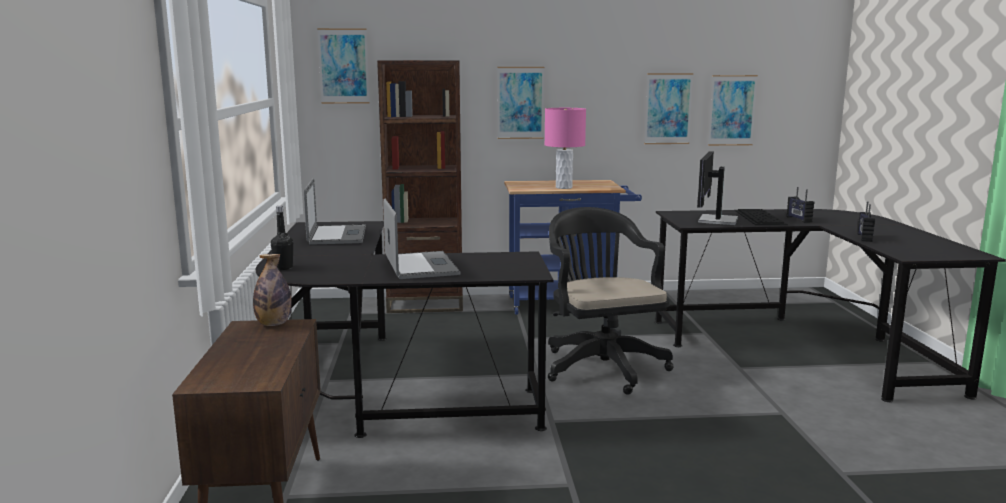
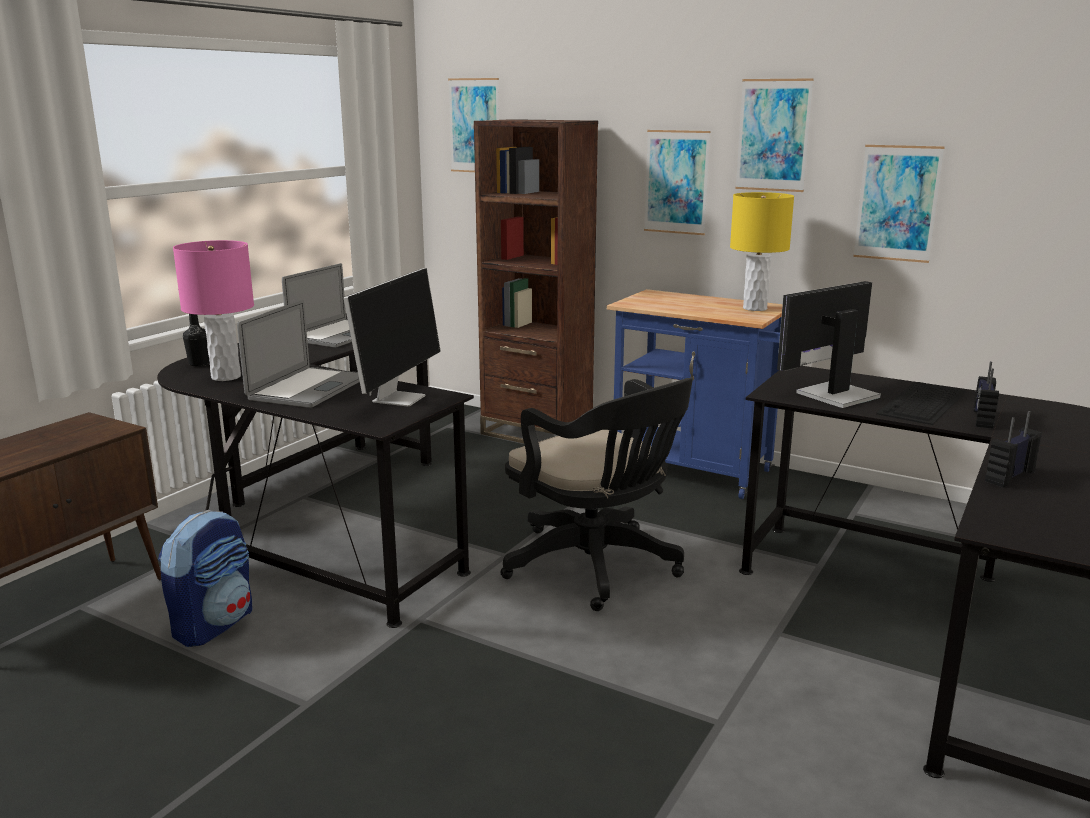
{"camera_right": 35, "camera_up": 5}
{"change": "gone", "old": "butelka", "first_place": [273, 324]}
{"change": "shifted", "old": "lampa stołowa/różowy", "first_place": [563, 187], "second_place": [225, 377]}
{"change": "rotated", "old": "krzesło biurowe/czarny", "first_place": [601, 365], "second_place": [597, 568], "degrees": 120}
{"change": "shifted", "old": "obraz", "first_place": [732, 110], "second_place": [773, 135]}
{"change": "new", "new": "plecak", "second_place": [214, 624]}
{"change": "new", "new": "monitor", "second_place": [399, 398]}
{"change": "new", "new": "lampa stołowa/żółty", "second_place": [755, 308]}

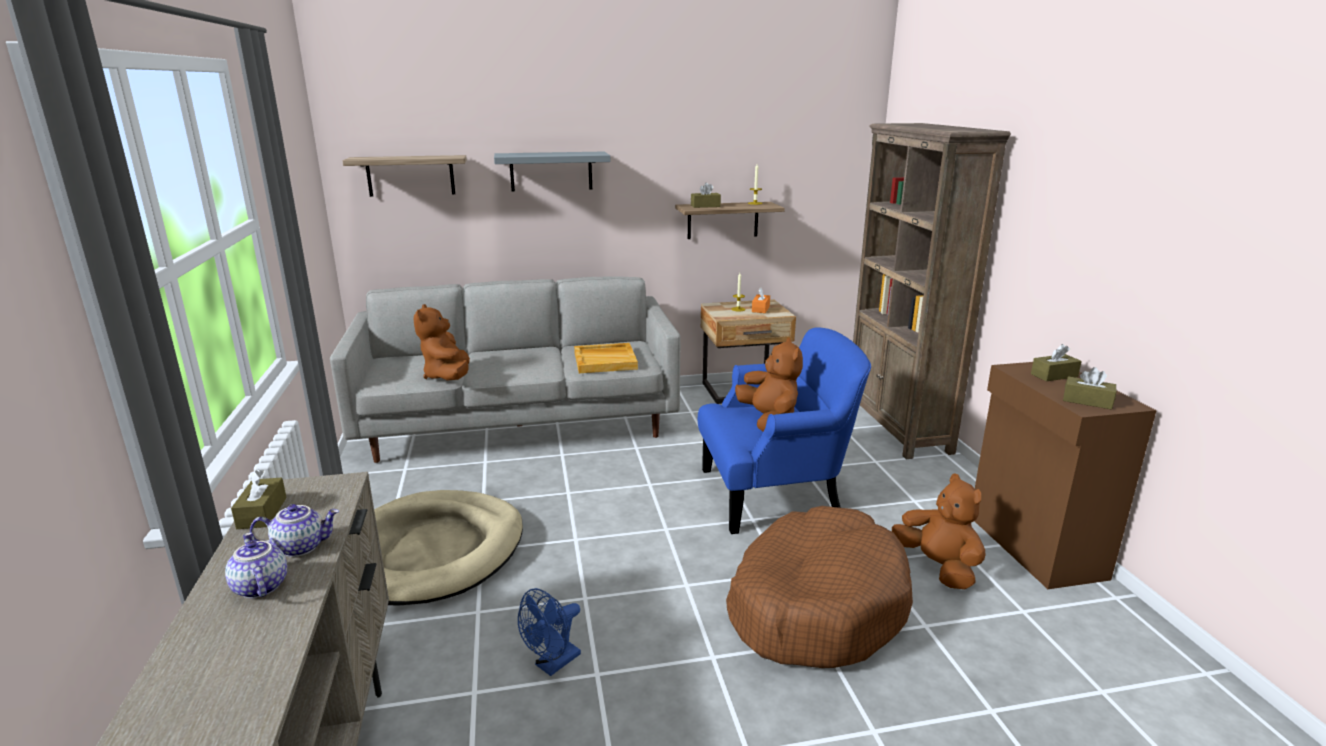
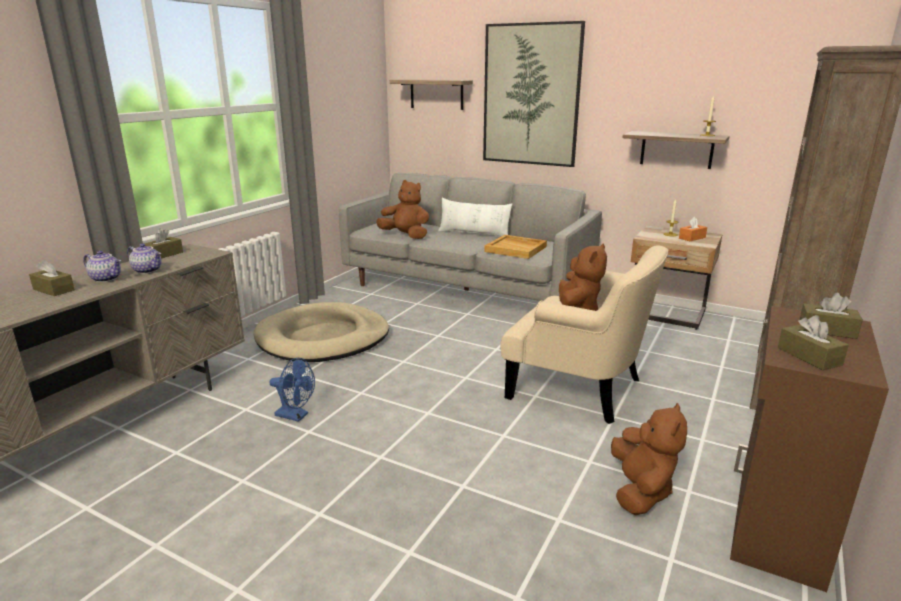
{"camera_right": 40, "camera_up": 0}
{"change": "rotated", "old": "imbryk", "first_place": [259, 587], "second_place": [107, 279], "degrees": 105}
{"change": "rotated", "old": "pluszak/brązowy", "first_place": [448, 377], "second_place": [406, 236], "degrees": 90}
{"change": "swapped", "old": "półka/szary", "new": "obraz", "first_place": [551, 171], "second_place": [531, 95]}
{"change": "rotated", "old": "wentylator/niebieski", "first_place": [553, 664], "second_place": [296, 416], "degrees": -150}
{"change": "shifted", "old": "pudełko chusteczek/brązowy", "first_place": [705, 206], "second_place": [53, 290]}
{"change": "repainted", "old": "fotel/niebieski", "new": "fotel/beżowy", "first_place": [774, 494], "second_place": [579, 387]}
{"change": "gone", "old": "legowisko/brązowy", "first_place": [816, 605]}
{"change": "new", "new": "poduszka/biały", "second_place": [474, 234]}

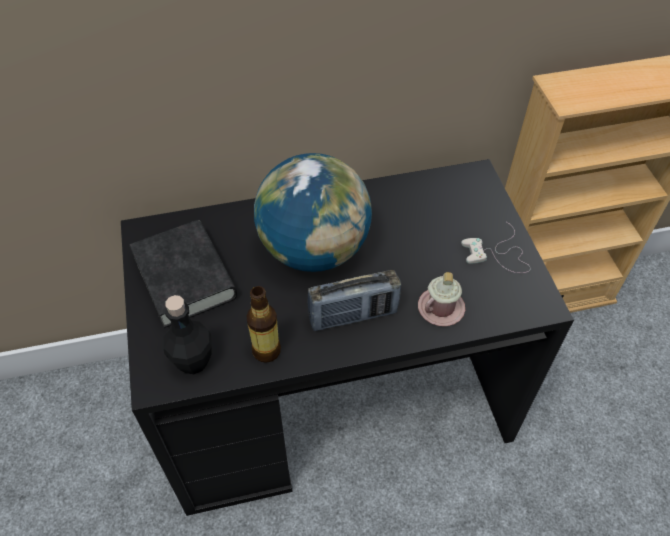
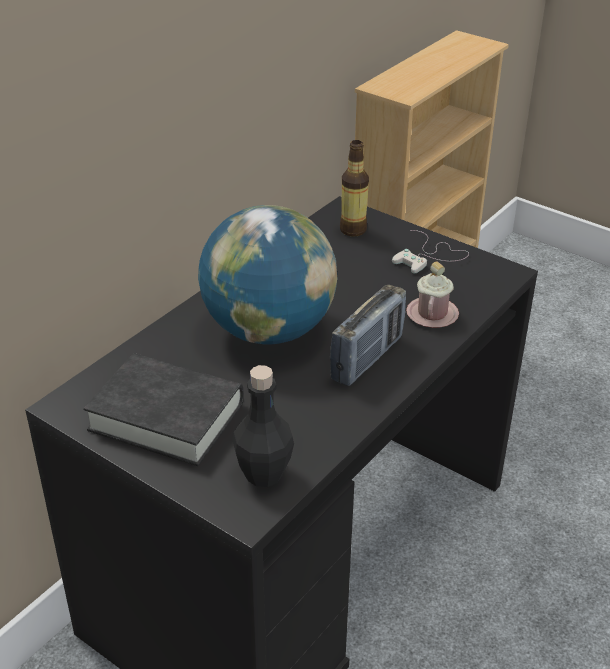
{"camera_right": -40, "camera_up": -15}
{"change": "shifted", "old": "butelka", "first_place": [266, 350], "second_place": [353, 230]}

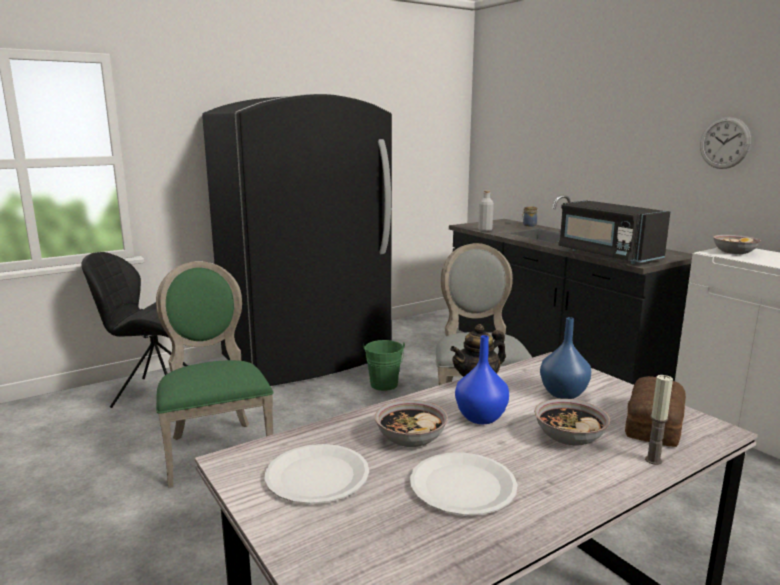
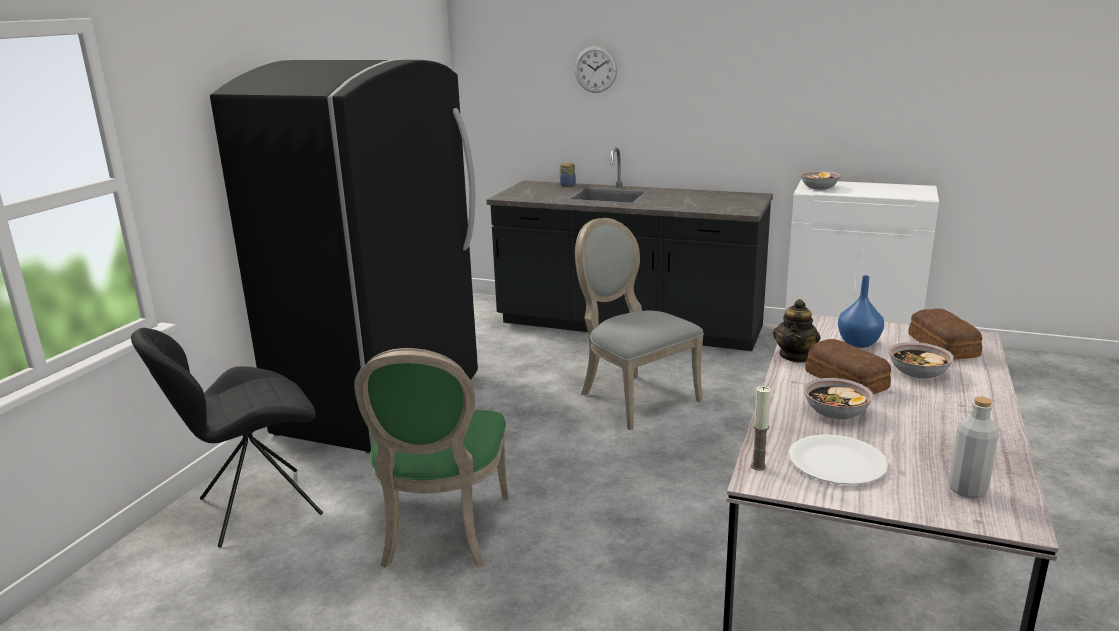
{"camera_right": -35, "camera_up": 5}
{"change": "rotated", "old": "krzesło/zielony", "first_place": [216, 449], "second_place": [441, 533], "degrees": -120}
{"change": "gone", "old": "wiadro/zielony", "first_place": [384, 386]}
{"change": "gone", "old": "talerz/biały", "first_place": [462, 486]}
{"change": "swapped", "old": "wazon/niebieski", "new": "chleb", "first_place": [481, 417], "second_place": [846, 379]}
{"change": "shifted", "old": "butelka/szary", "first_place": [485, 230], "second_place": [967, 490]}
{"change": "gone", "old": "mikrofalówka/czarny", "first_place": [606, 255]}
{"change": "shifted", "old": "świeca", "first_place": [653, 460], "second_place": [758, 466]}
{"change": "shifted", "old": "zegar ścienny", "first_place": [724, 143], "second_place": [595, 69]}

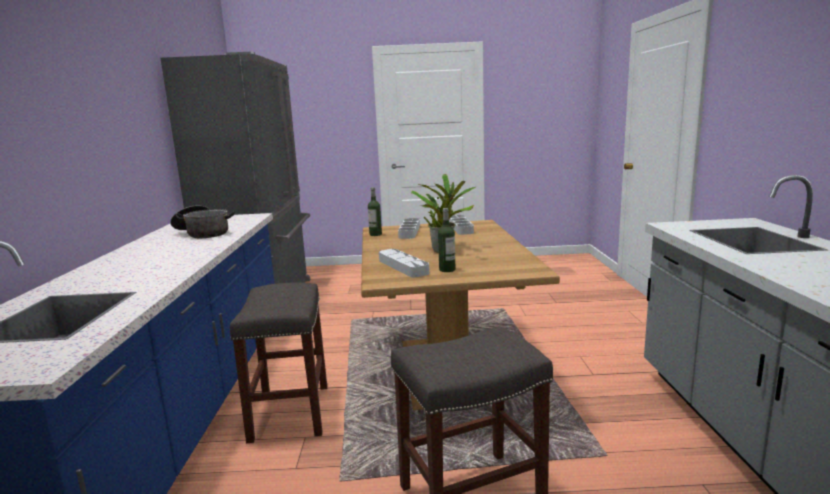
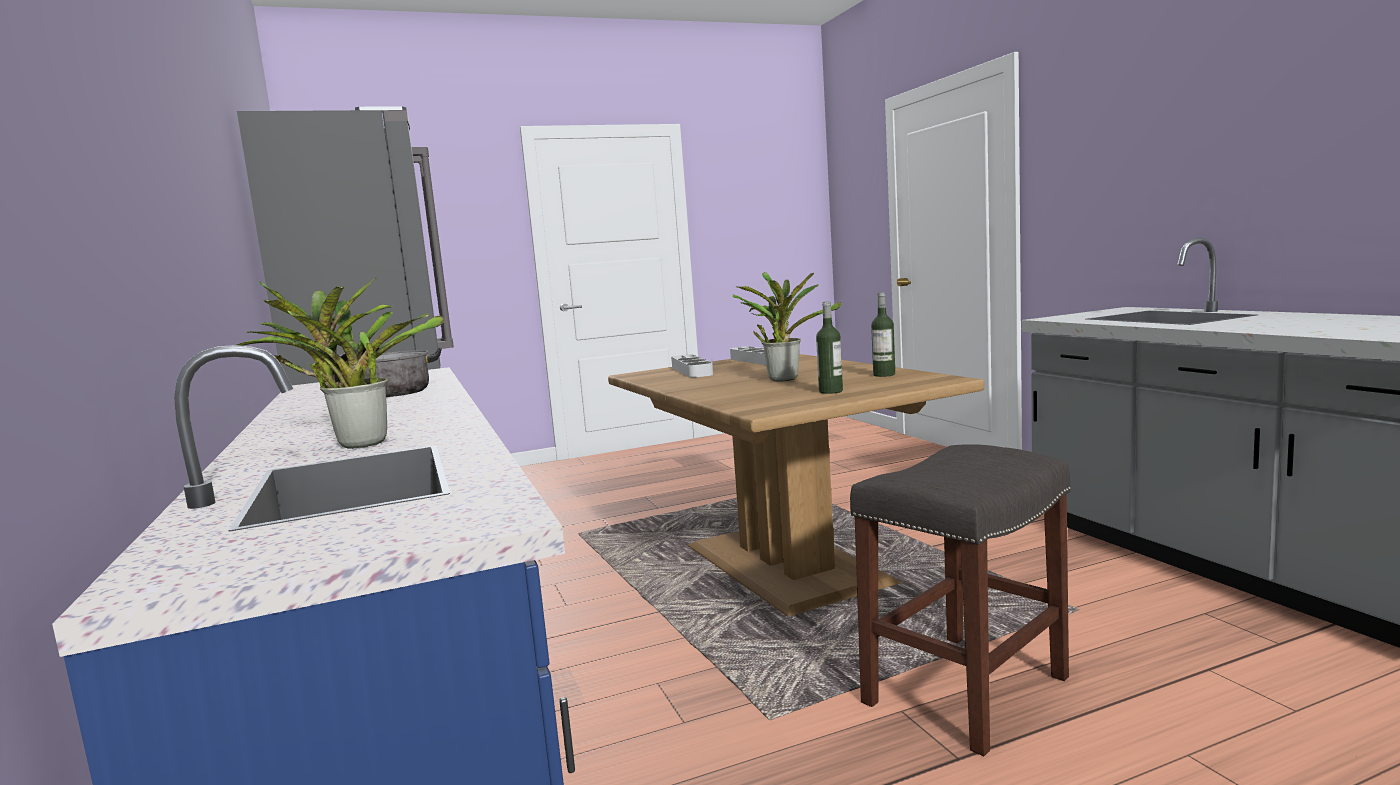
{"camera_right": -20, "camera_up": -5}
{"change": "gone", "old": "stołek/szary", "first_place": [289, 411]}
{"change": "shifted", "old": "butelka", "first_place": [375, 234], "second_place": [884, 375]}
{"change": "gone", "old": "taca/szary", "first_place": [403, 267]}
{"change": "new", "new": "roślina doniczkowa", "second_place": [356, 444]}

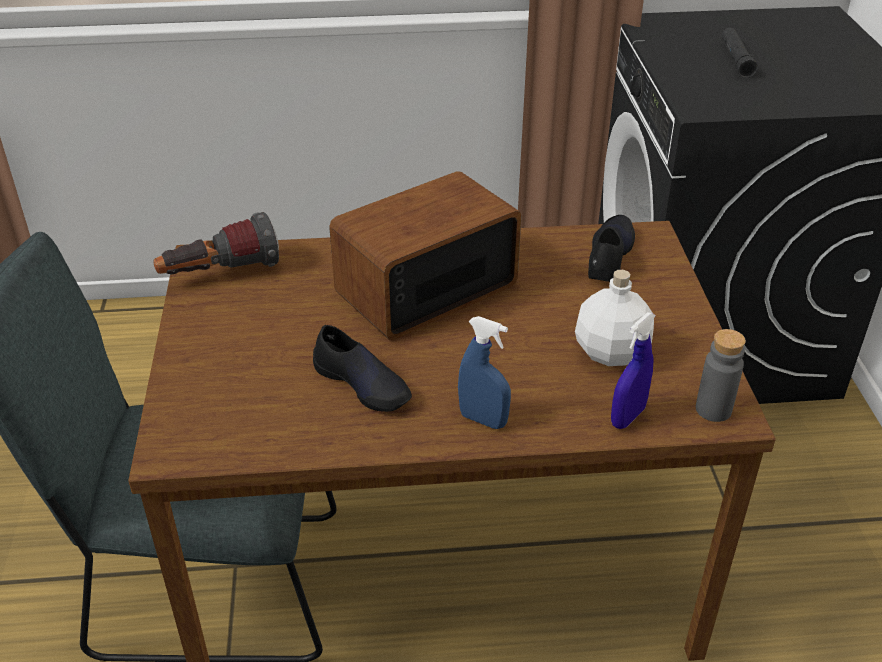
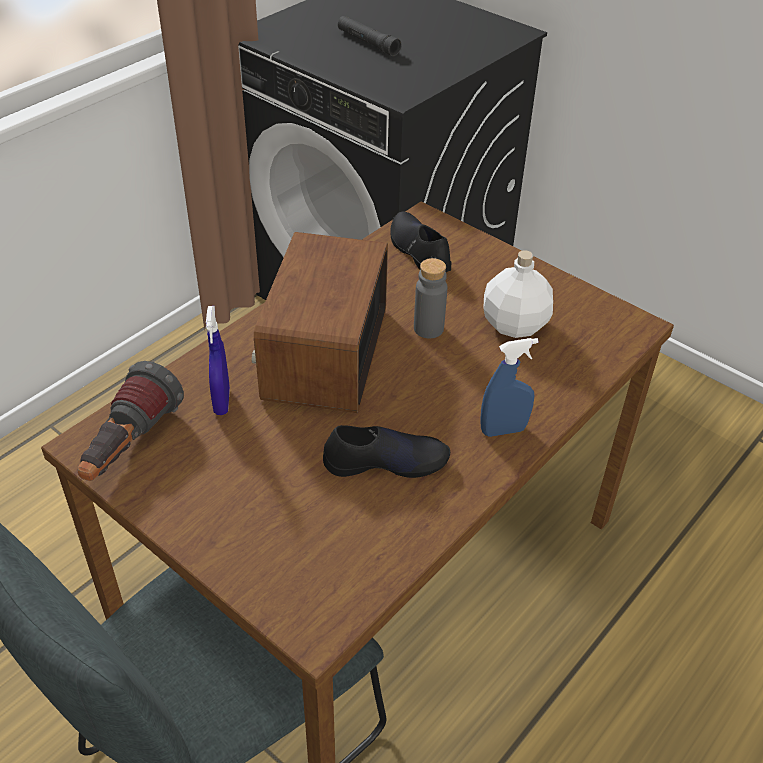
{"camera_right": -45, "camera_up": 5}
{"change": "shifted", "old": "spryskiwacz/niebieski", "first_place": [627, 417], "second_place": [222, 401]}
{"change": "shifted", "old": "butelka/szary", "first_place": [713, 409], "second_place": [428, 328]}

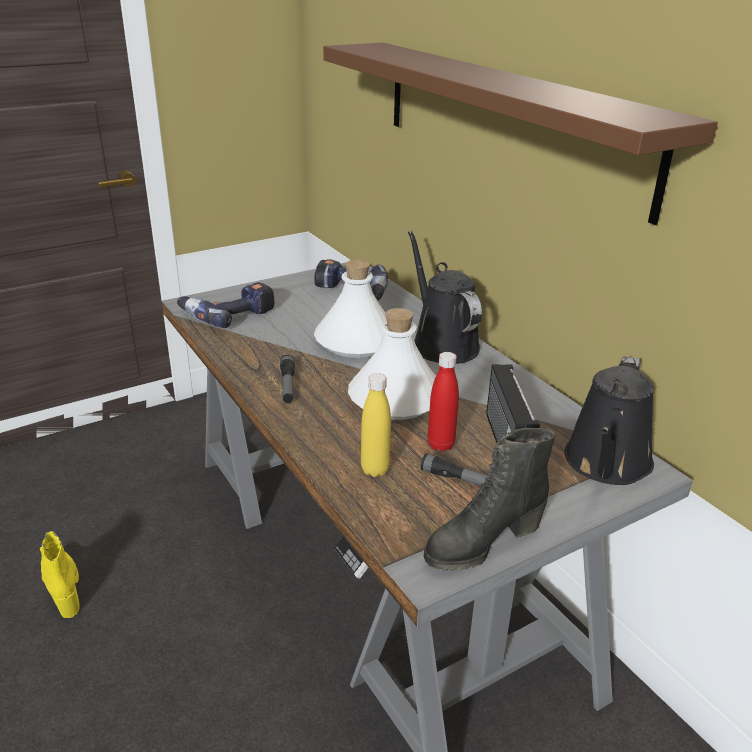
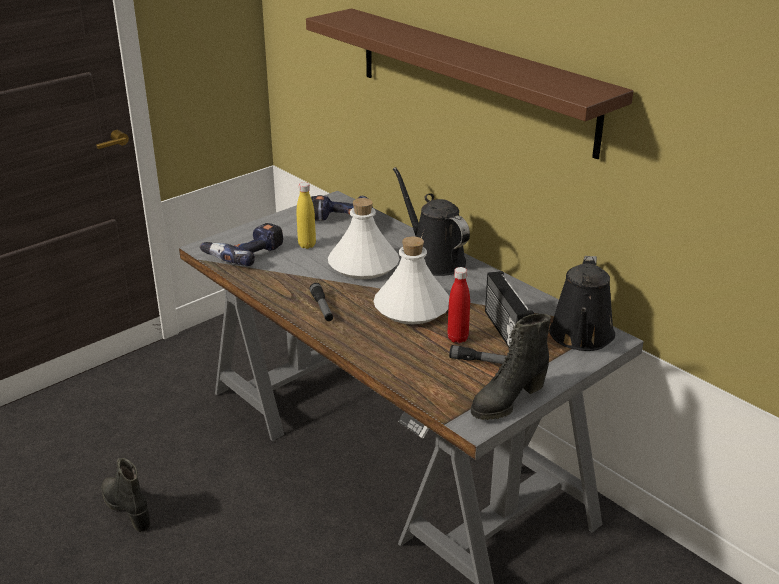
{"camera_right": -10, "camera_up": 0}
{"change": "repainted", "old": "but z cholewką/żółty", "new": "but z cholewką/czarny", "first_place": [63, 587], "second_place": [127, 509]}
{"change": "shifted", "old": "butelka/żółty", "first_place": [375, 469], "second_place": [307, 245]}

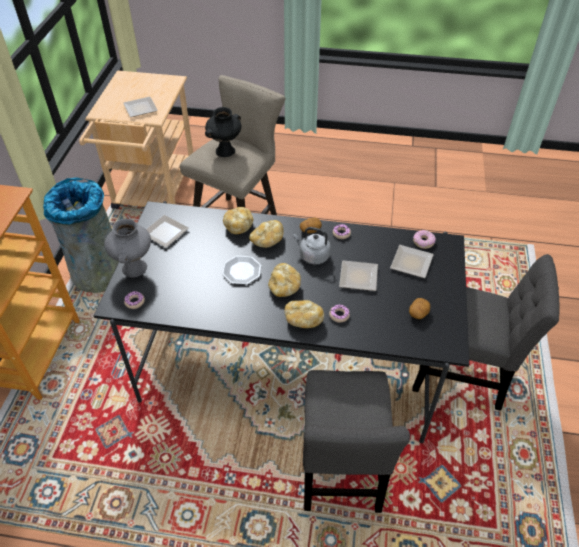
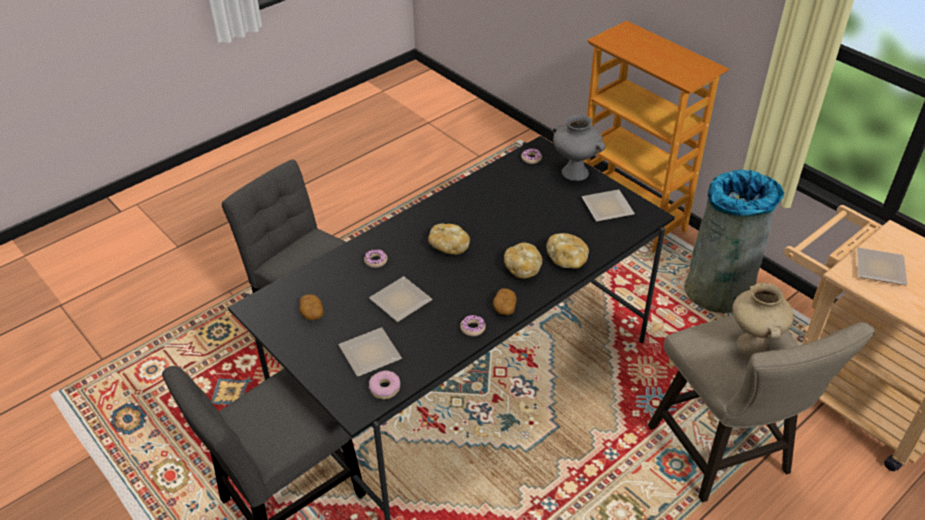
{"camera_right": 130, "camera_up": -5}
{"change": "repainted", "old": "wazon/czarny", "new": "wazon/beżowy", "first_place": [225, 151], "second_place": [751, 345]}
{"change": "gone", "old": "talerz", "first_place": [242, 271]}
{"change": "gone", "old": "chleb", "first_place": [303, 319]}
{"change": "gone", "old": "czajnik/szary", "first_place": [312, 256]}

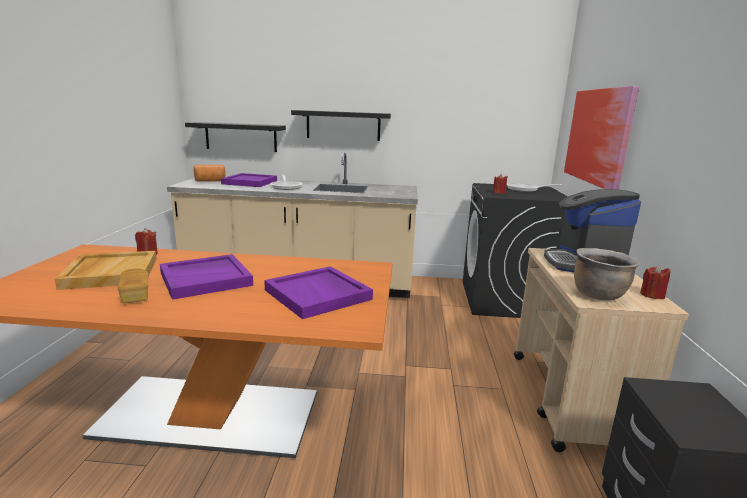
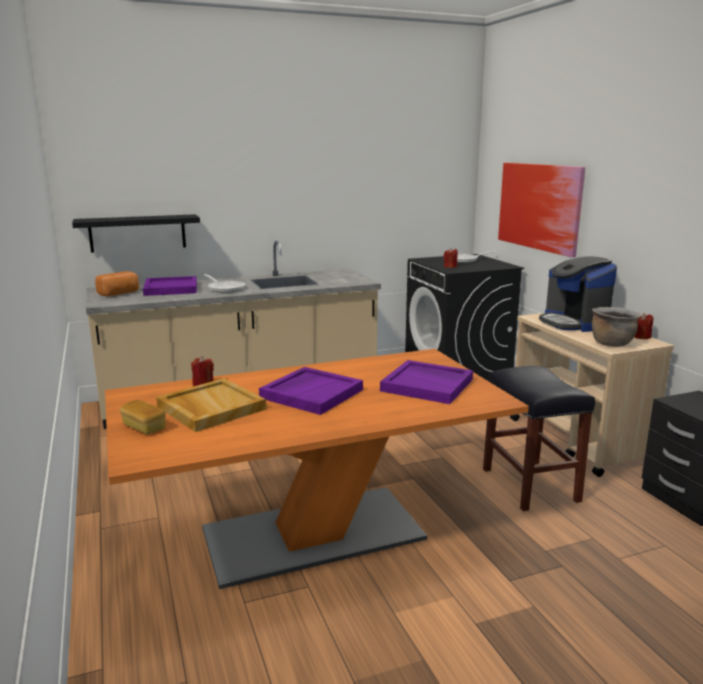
{"camera_right": -25, "camera_up": 0}
{"change": "shifted", "old": "chleb", "first_place": [135, 295], "second_place": [144, 427]}
{"change": "gone", "old": "półka/czarny", "first_place": [343, 125]}
{"change": "new", "new": "stołek/czarny", "second_place": [531, 485]}

